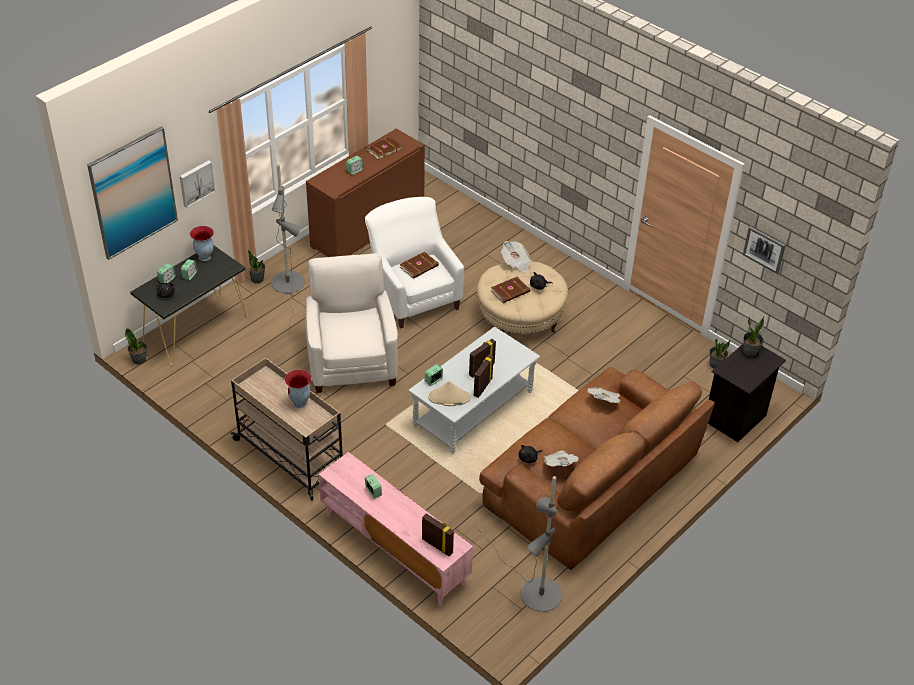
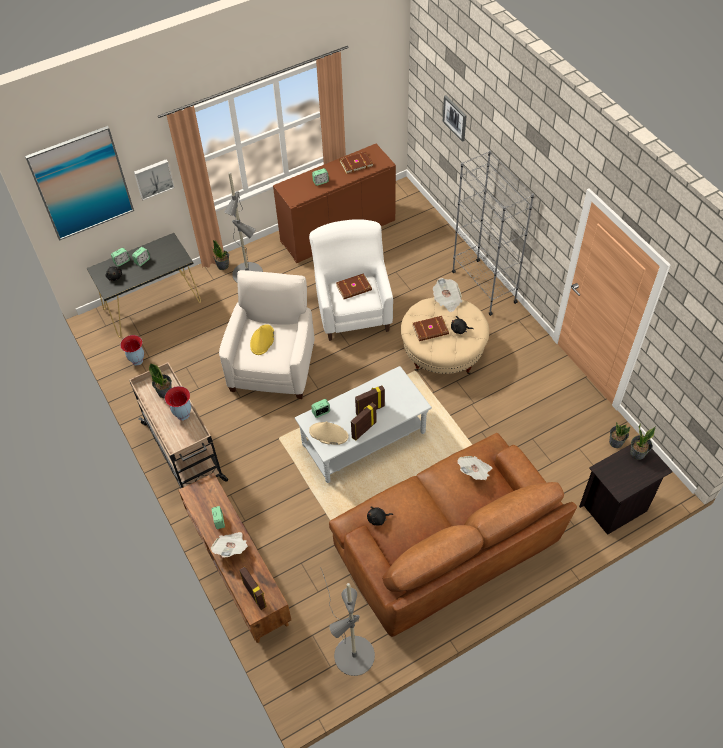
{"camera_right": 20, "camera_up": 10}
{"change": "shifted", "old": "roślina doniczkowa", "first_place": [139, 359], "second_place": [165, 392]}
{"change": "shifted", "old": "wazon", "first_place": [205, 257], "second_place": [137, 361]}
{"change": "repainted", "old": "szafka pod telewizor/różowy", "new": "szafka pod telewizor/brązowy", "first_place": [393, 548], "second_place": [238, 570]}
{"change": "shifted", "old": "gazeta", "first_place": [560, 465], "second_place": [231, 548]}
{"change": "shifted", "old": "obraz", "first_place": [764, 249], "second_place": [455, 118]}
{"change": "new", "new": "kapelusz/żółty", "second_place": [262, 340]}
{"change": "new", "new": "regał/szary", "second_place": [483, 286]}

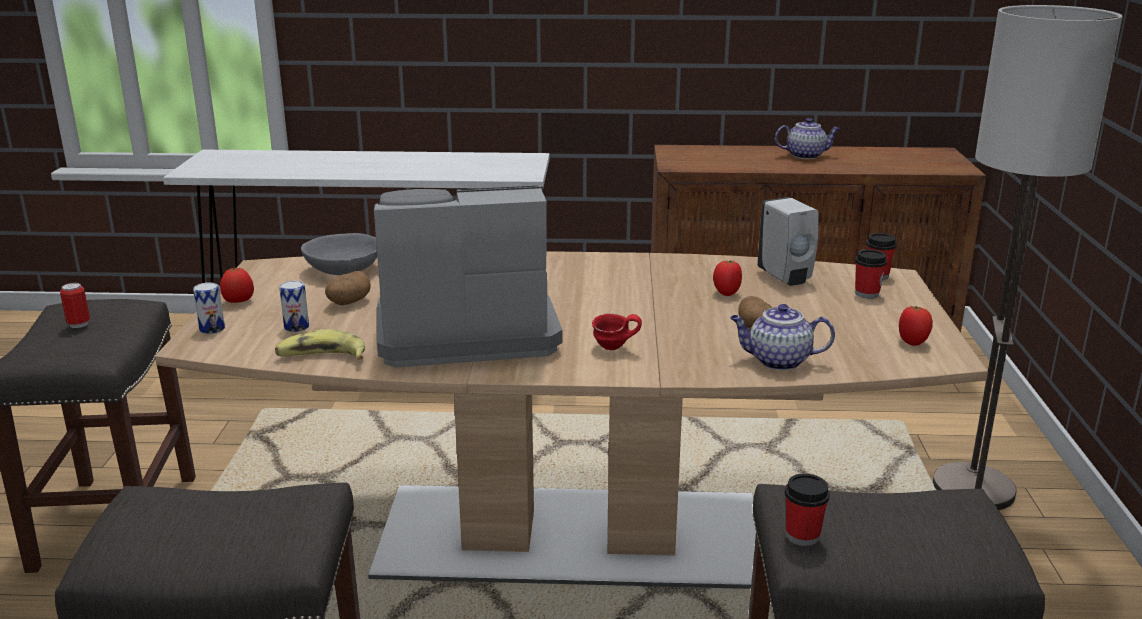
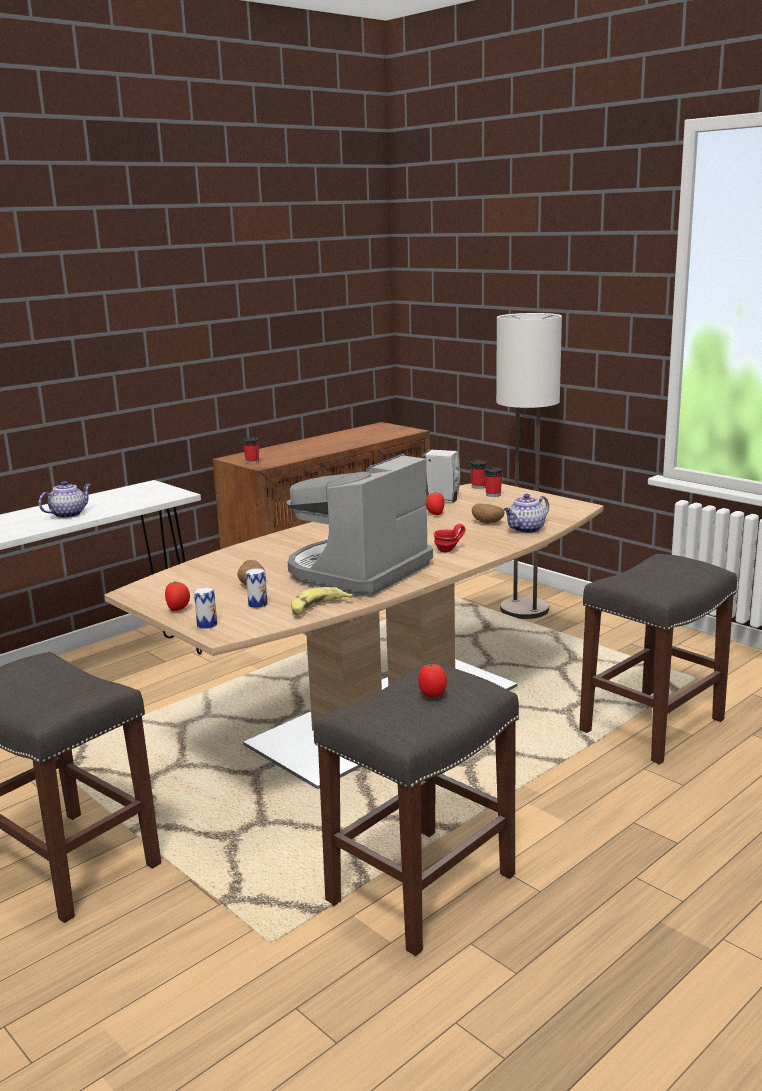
{"camera_right": -45, "camera_up": -5}
{"change": "gone", "old": "puszka", "first_place": [79, 324]}
{"change": "gone", "old": "miska/szary", "first_place": [343, 269]}
{"change": "shifted", "old": "imbryk", "first_place": [806, 155], "second_place": [68, 514]}
{"change": "shifted", "old": "filiżanka", "first_place": [802, 535], "second_place": [252, 462]}
{"change": "shifted", "old": "pomidor", "first_place": [912, 342], "second_place": [432, 695]}

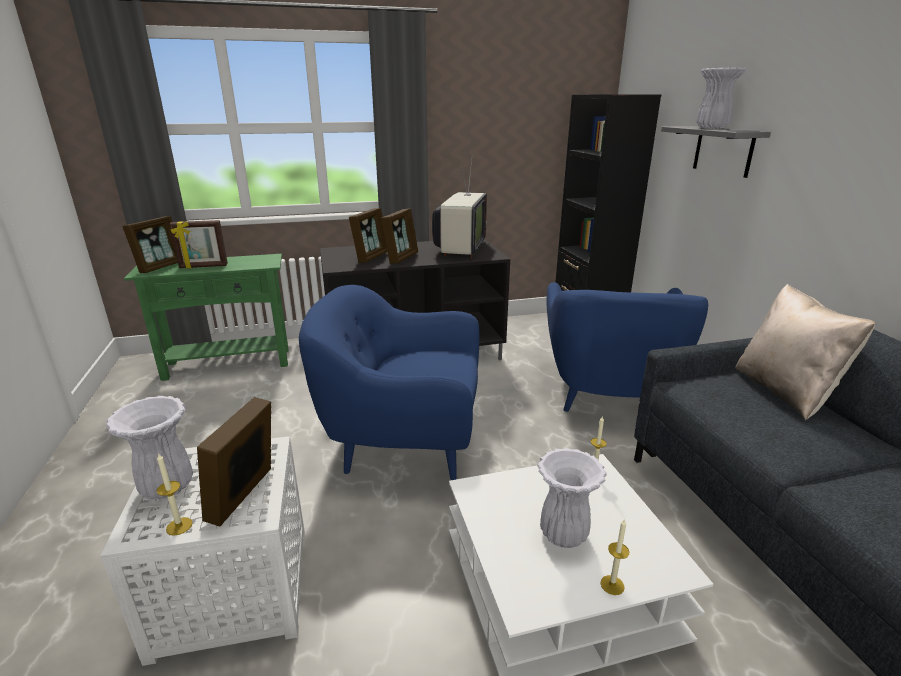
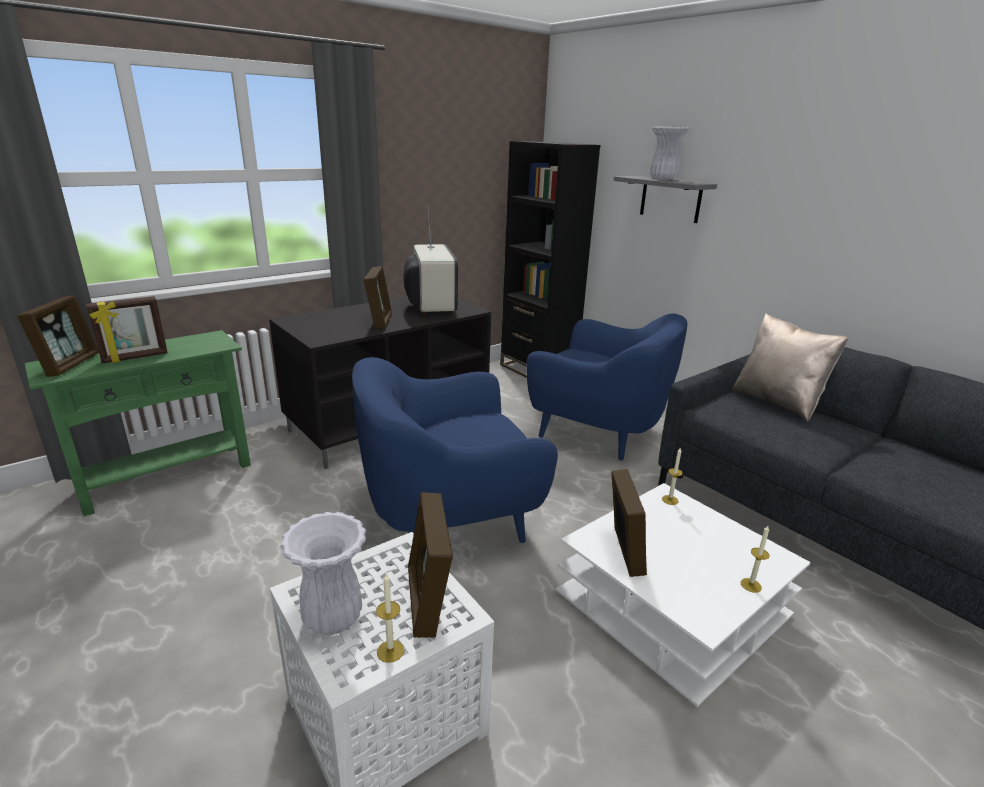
{"camera_right": -25, "camera_up": 0}
{"change": "shifted", "old": "ramka na zdjęcie", "first_place": [371, 257], "second_place": [623, 551]}
{"change": "gone", "old": "wazon/biały", "first_place": [563, 535]}
{"change": "rotated", "old": "fotel/niebieski", "first_place": [607, 393], "second_place": [599, 431], "degrees": -45}

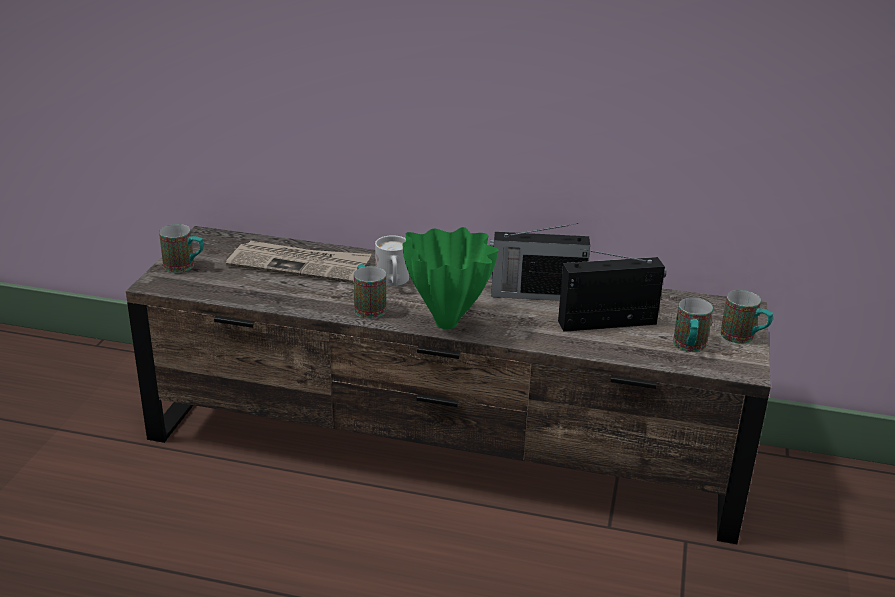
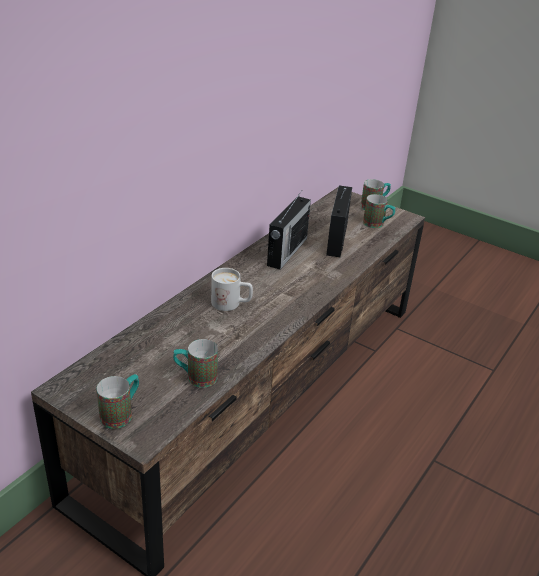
{"camera_right": -70, "camera_up": 5}
{"change": "gone", "old": "gazeta", "first_place": [300, 265]}
{"change": "shifted", "old": "kubek", "first_place": [367, 307], "second_place": [195, 377]}
{"change": "gone", "old": "wazon/zielony", "first_place": [448, 324]}

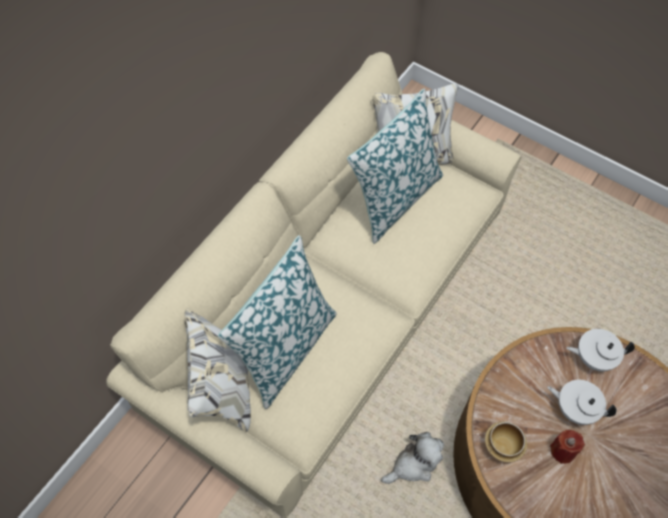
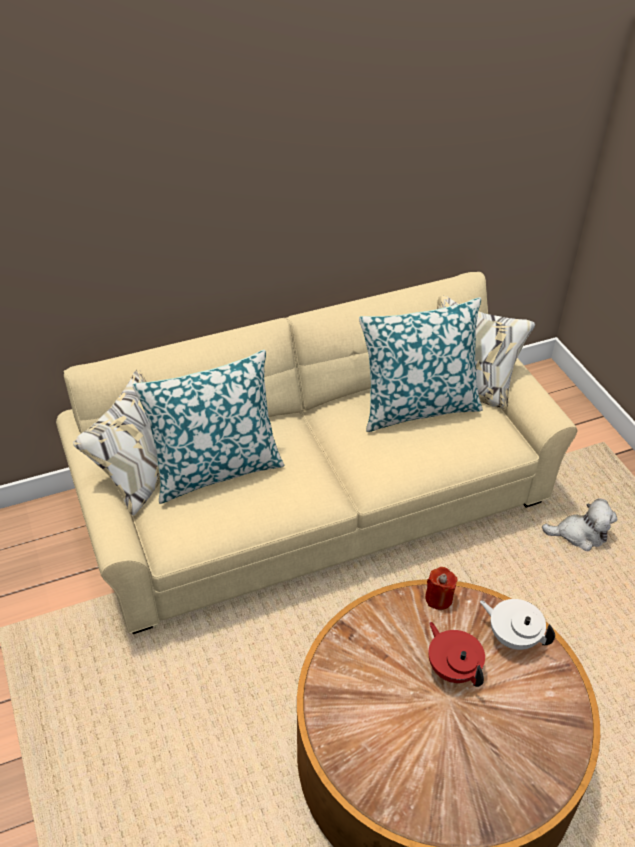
{"camera_right": 35, "camera_up": -15}
{"change": "shifted", "old": "pluszak", "first_place": [414, 464], "second_place": [580, 534]}
{"change": "gone", "old": "miska", "first_place": [501, 446]}
{"change": "repainted", "old": "imbryk/biały", "new": "imbryk/czerwony", "first_place": [575, 409], "second_place": [453, 668]}
{"change": "shifted", "old": "świeca/czerwony", "first_place": [563, 451], "second_place": [439, 598]}

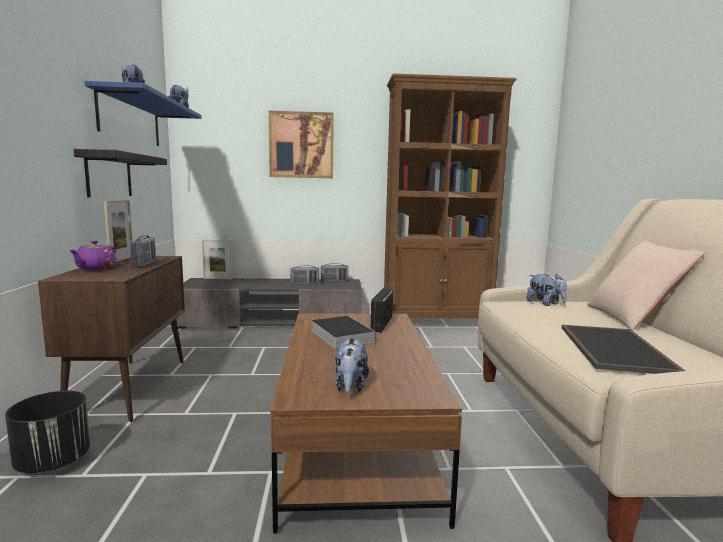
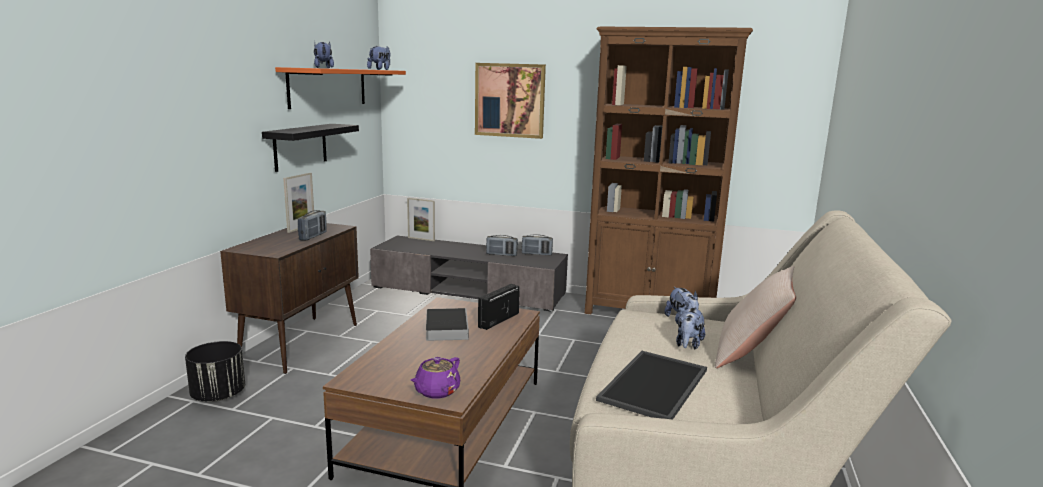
{"camera_right": 20, "camera_up": 5}
{"change": "shifted", "old": "imbryk/fioletowy", "first_place": [95, 268], "second_place": [436, 391]}
{"change": "repainted", "old": "półka/niebieski", "new": "półka/pomarańczowy", "first_place": [130, 120], "second_place": [328, 87]}
{"change": "shifted", "old": "pluszak", "first_place": [350, 386], "second_place": [688, 344]}

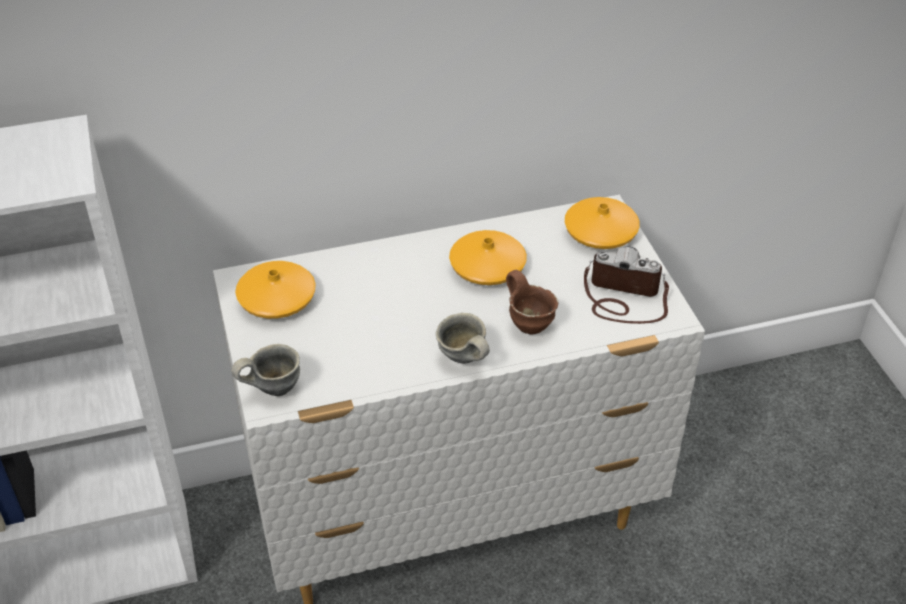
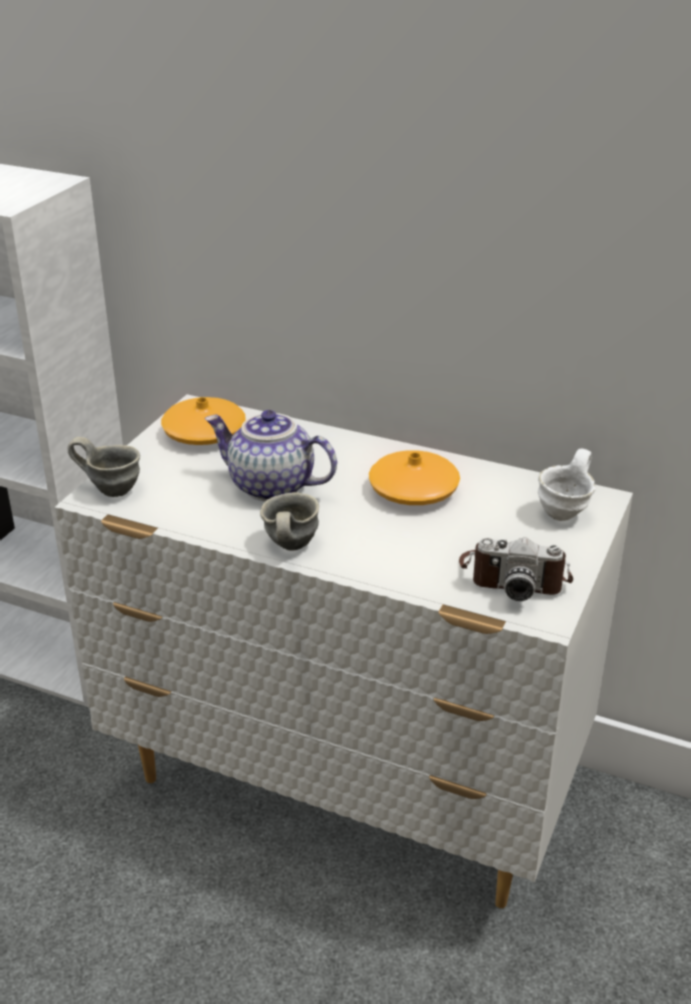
{"camera_right": 40, "camera_up": -10}
{"change": "gone", "old": "kubek/brązowy", "first_place": [530, 323]}
{"change": "swapped", "old": "wazon/pomarańczowy", "new": "kubek/biały", "first_place": [600, 232], "second_place": [567, 513]}
{"change": "rotated", "old": "aparat fotograficzny", "first_place": [624, 299], "second_place": [514, 576], "degrees": 135}
{"change": "new", "new": "imbryk", "second_place": [269, 487]}

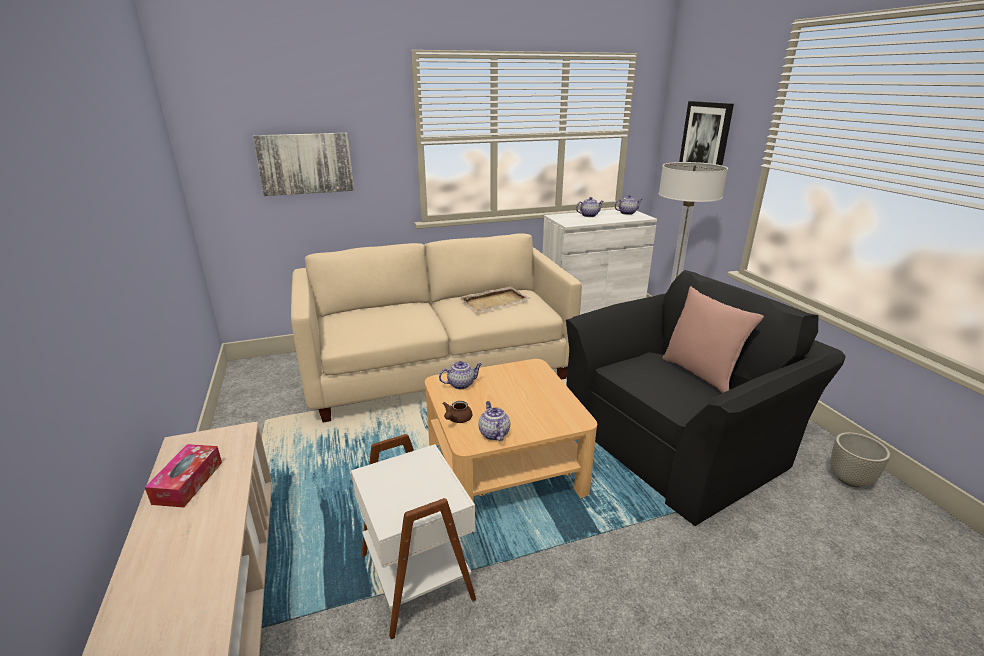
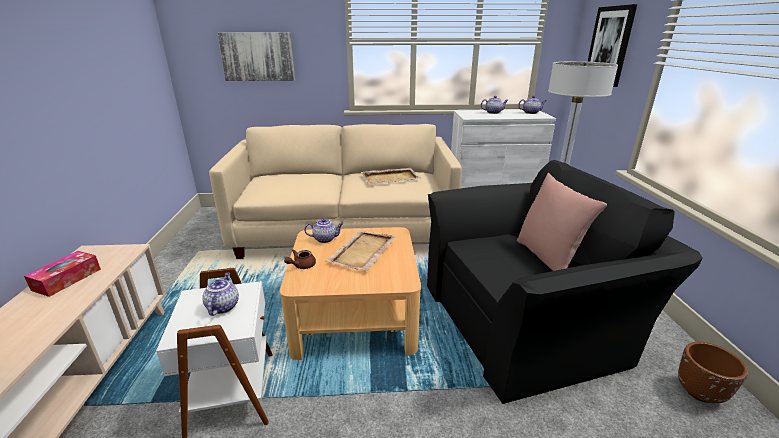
{"camera_right": 15, "camera_up": 0}
{"change": "shifted", "old": "imbryk", "first_place": [493, 433], "second_place": [223, 306]}
{"change": "repainted", "old": "donica/szary", "new": "donica/brązowy", "first_place": [849, 479], "second_place": [699, 393]}
{"change": "new", "new": "taca/beżowy", "second_place": [362, 252]}

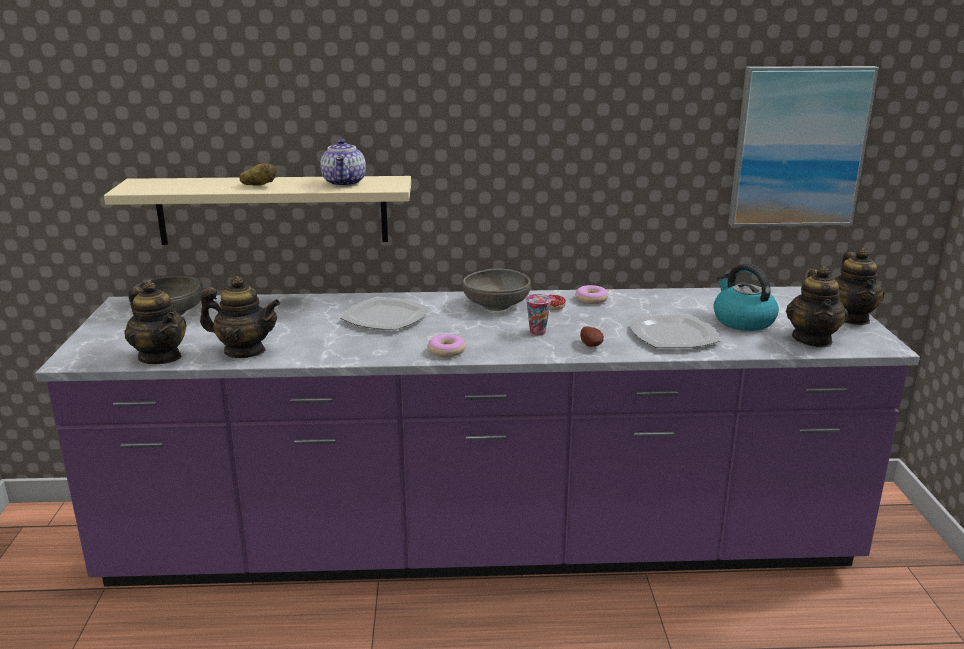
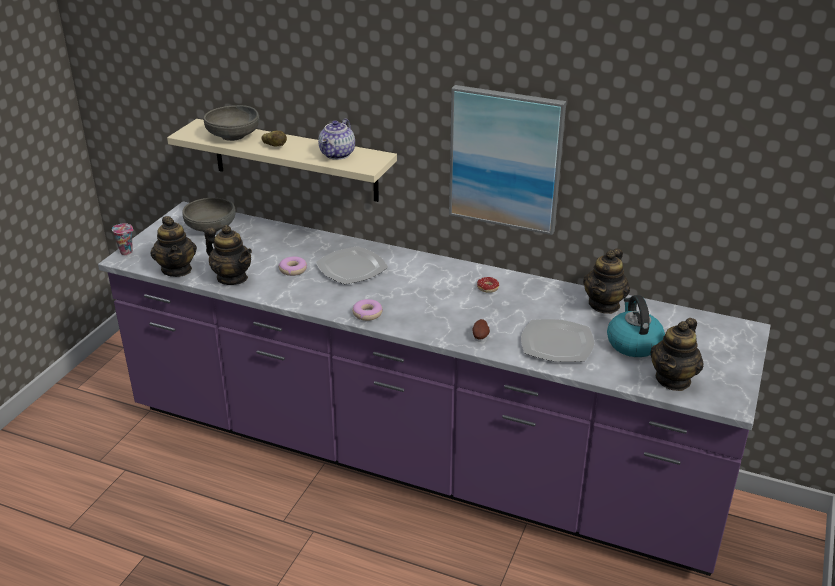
{"camera_right": 25, "camera_up": 10}
{"change": "shifted", "old": "miska/szary", "first_place": [496, 305], "second_place": [233, 136]}
{"change": "shifted", "old": "filiżanka", "first_place": [538, 332], "second_place": [127, 252]}
{"change": "shifted", "old": "donut", "first_place": [591, 299], "second_place": [293, 270]}
{"change": "shifted", "old": "obraz", "first_place": [798, 147], "second_place": [505, 159]}
{"change": "shifted", "old": "imbryk", "first_place": [851, 318], "second_place": [604, 305]}

